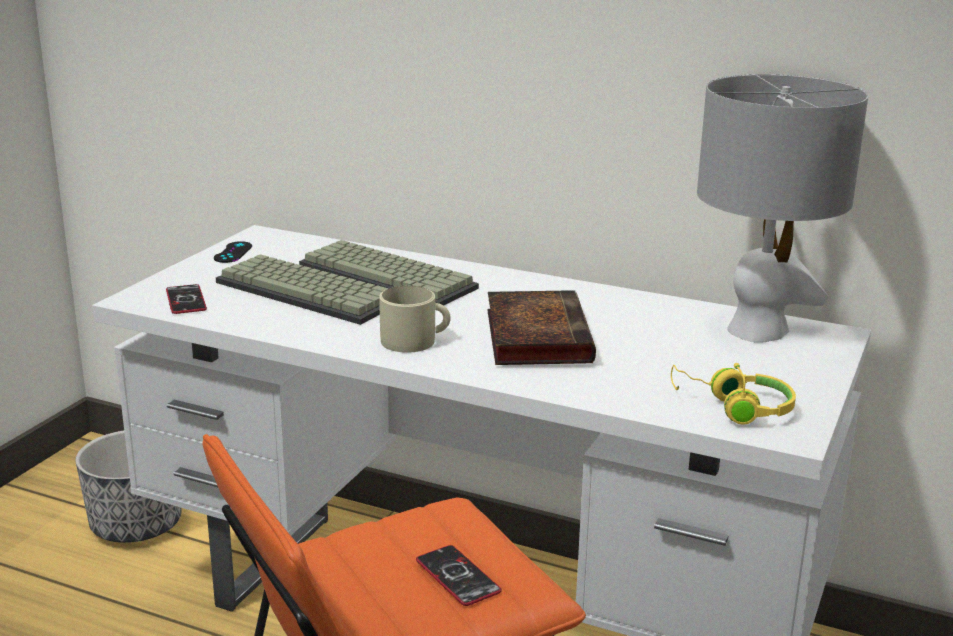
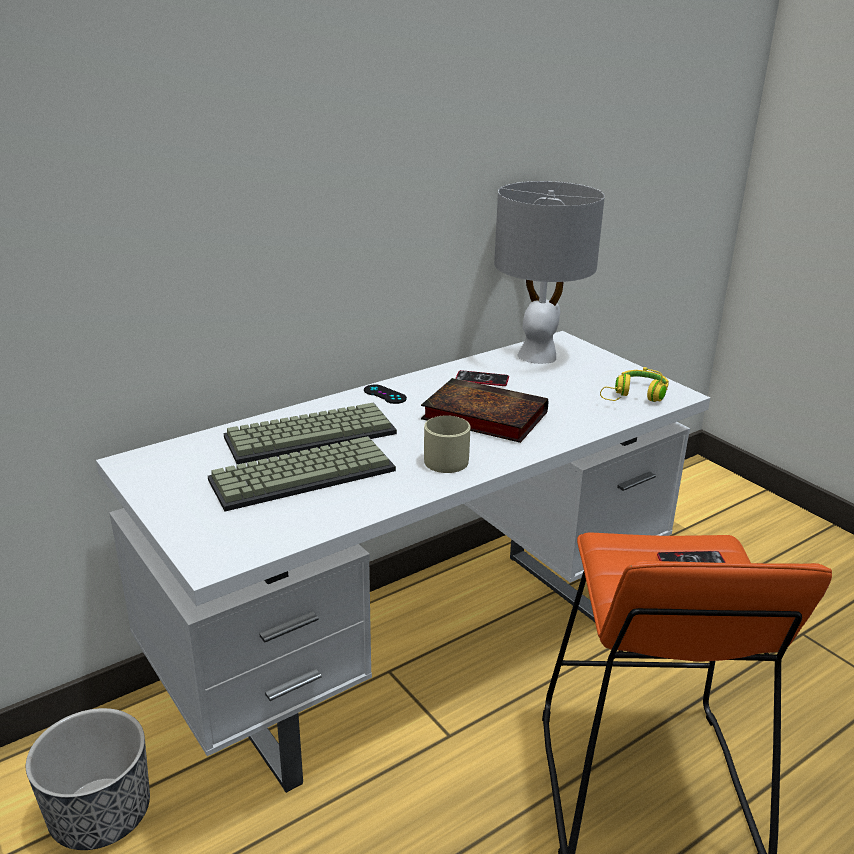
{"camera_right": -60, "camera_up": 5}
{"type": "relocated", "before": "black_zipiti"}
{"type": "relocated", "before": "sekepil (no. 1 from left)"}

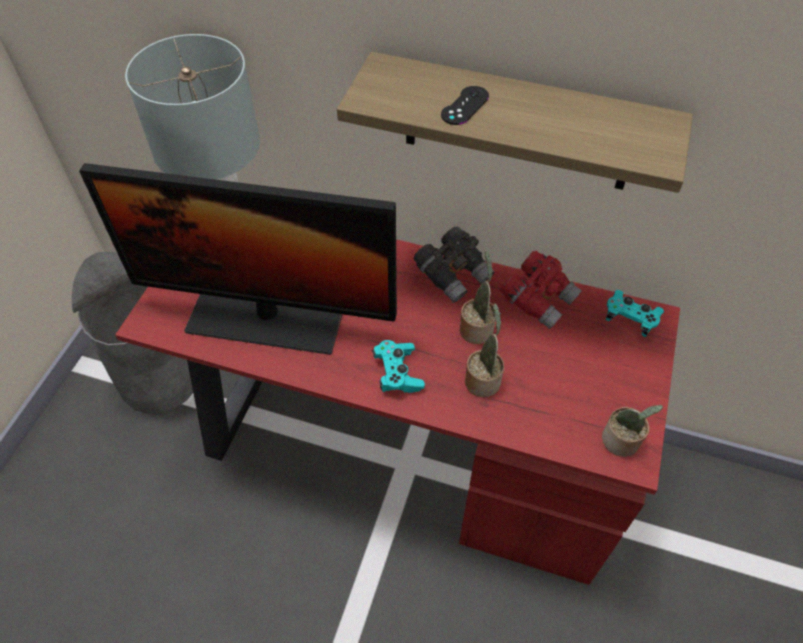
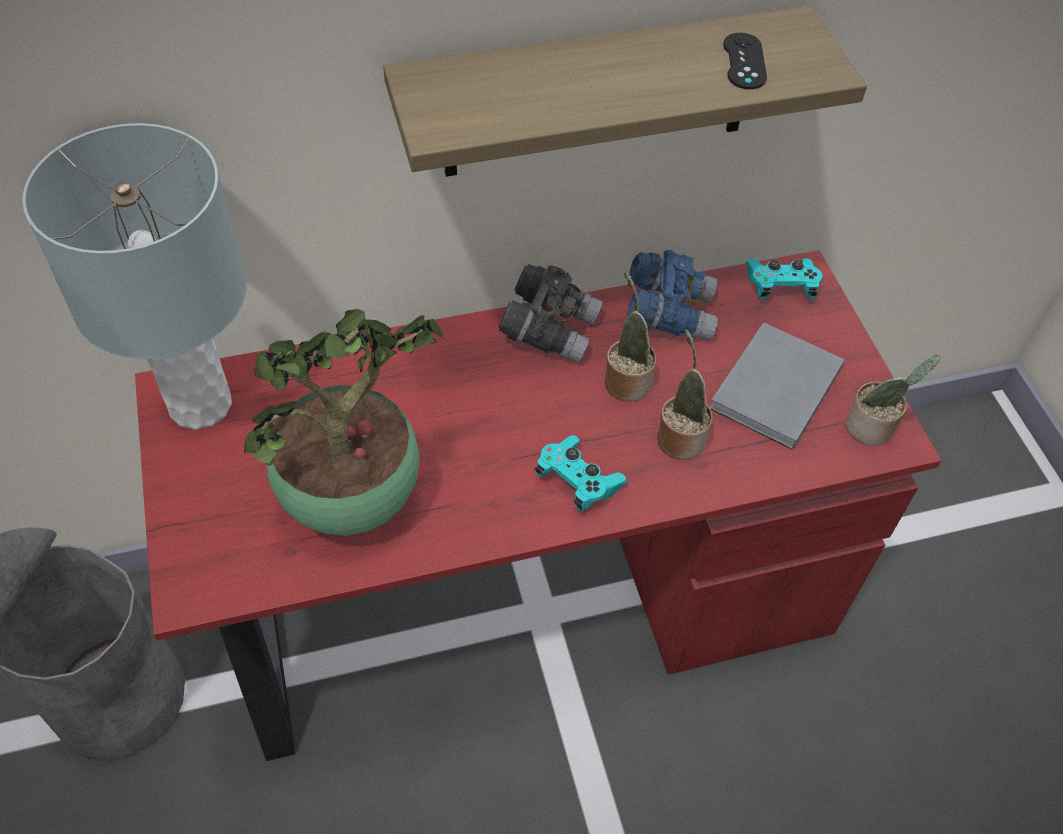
{"camera_right": -35, "camera_up": 0}
{"type": "exchanged", "before": "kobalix", "after": "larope (no. 1 from left)"}
{"type": "colour", "before": "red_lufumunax", "after": "blue_lufumunax"}
{"type": "appeared", "after": "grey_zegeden"}
{"type": "relocated", "before": "black_zipiti"}

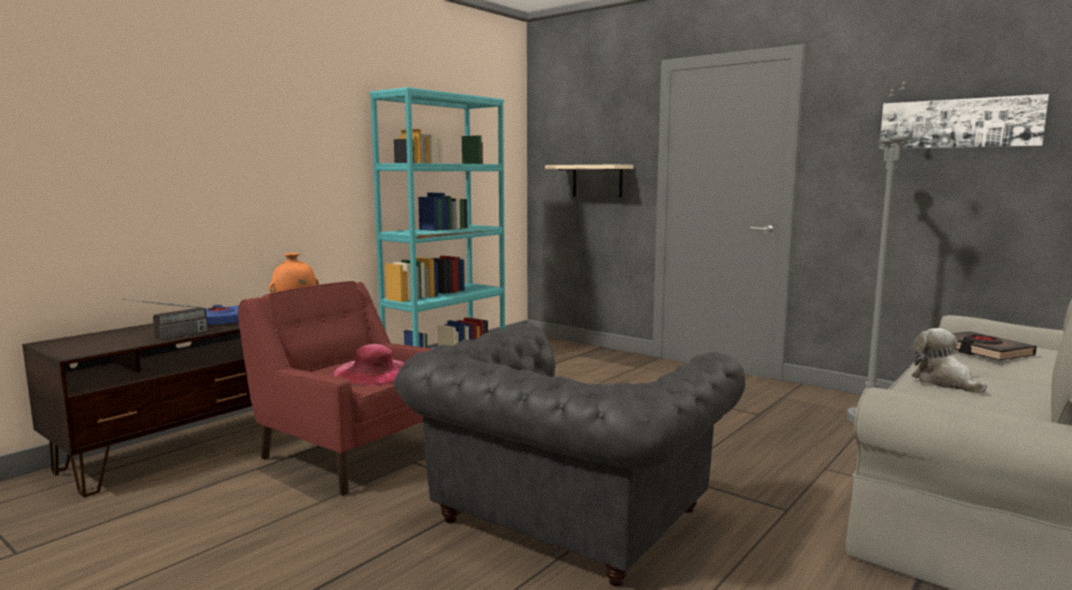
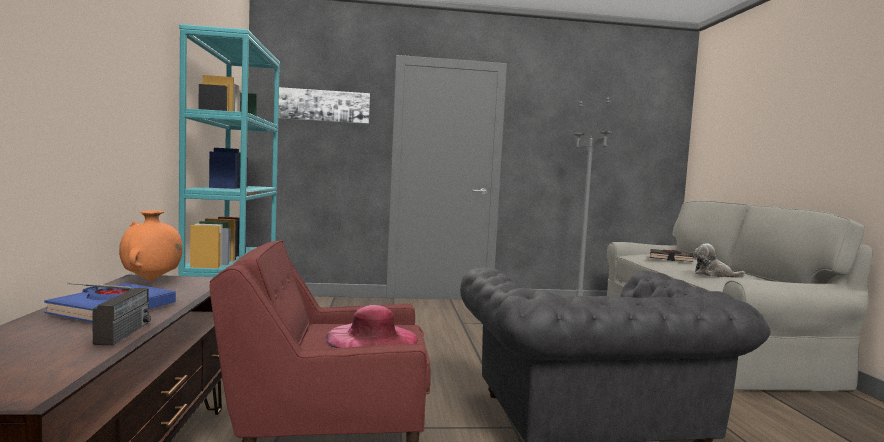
{"camera_right": -45, "camera_up": -5}
{"type": "relocated", "before": "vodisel"}
{"type": "missing", "before": "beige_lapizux"}

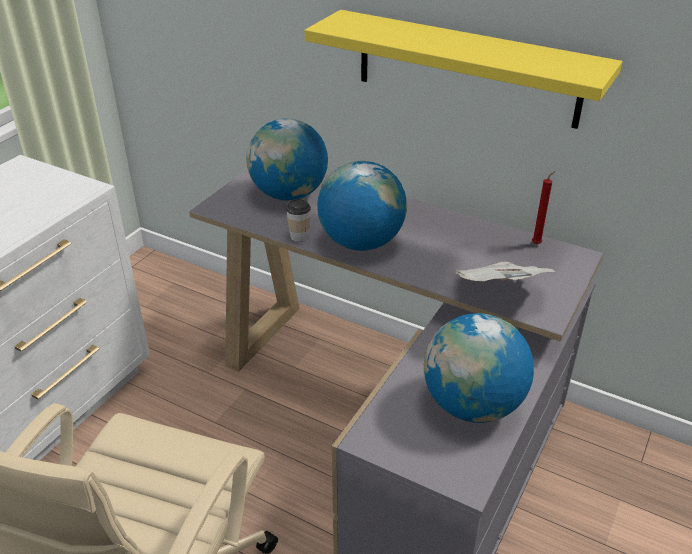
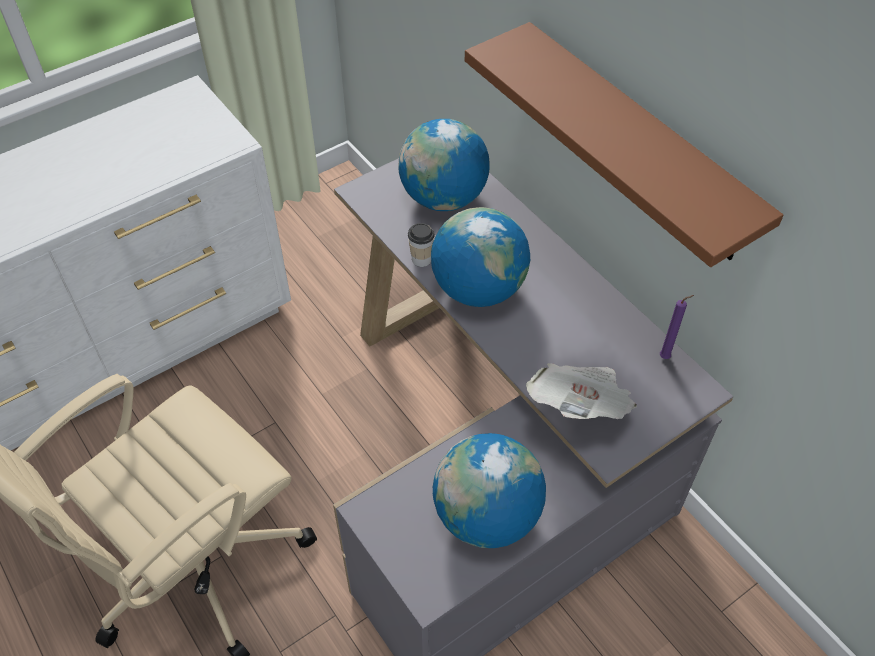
{"camera_right": 25, "camera_up": 15}
{"type": "colour", "before": "yellow_lapizux", "after": "brown_lapizux"}
{"type": "colour", "before": "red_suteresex", "after": "purple_suteresex"}

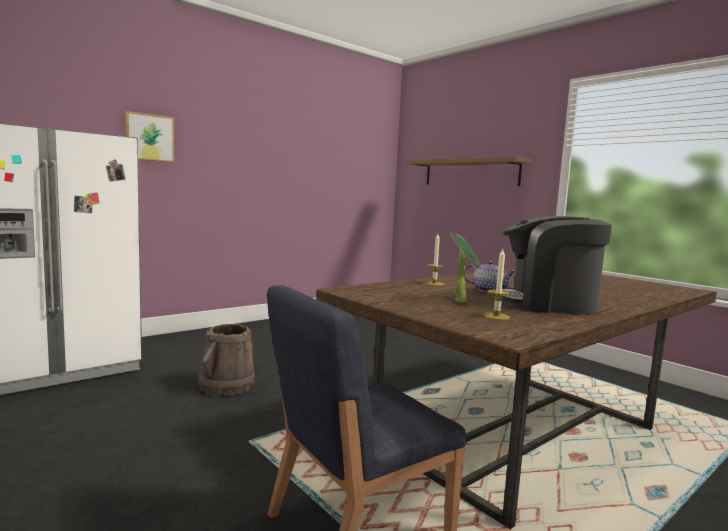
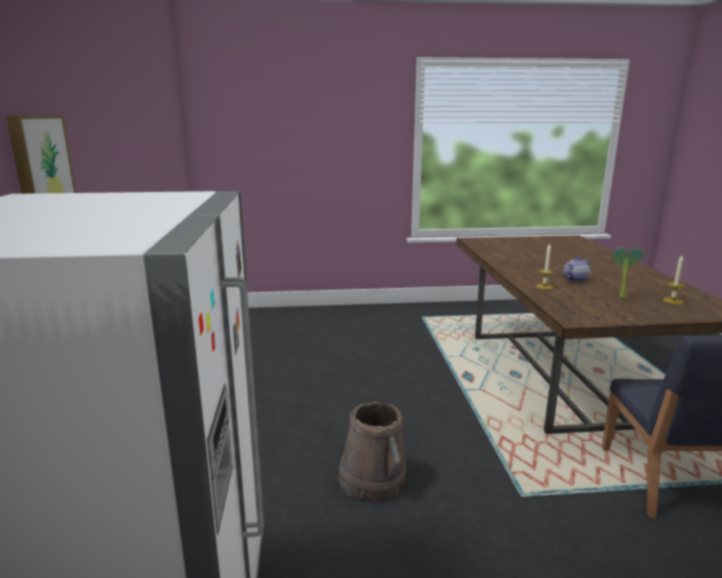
{"camera_right": -55, "camera_up": 10}
{"type": "missing", "before": "brown_lapizux"}
{"type": "missing", "before": "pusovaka"}

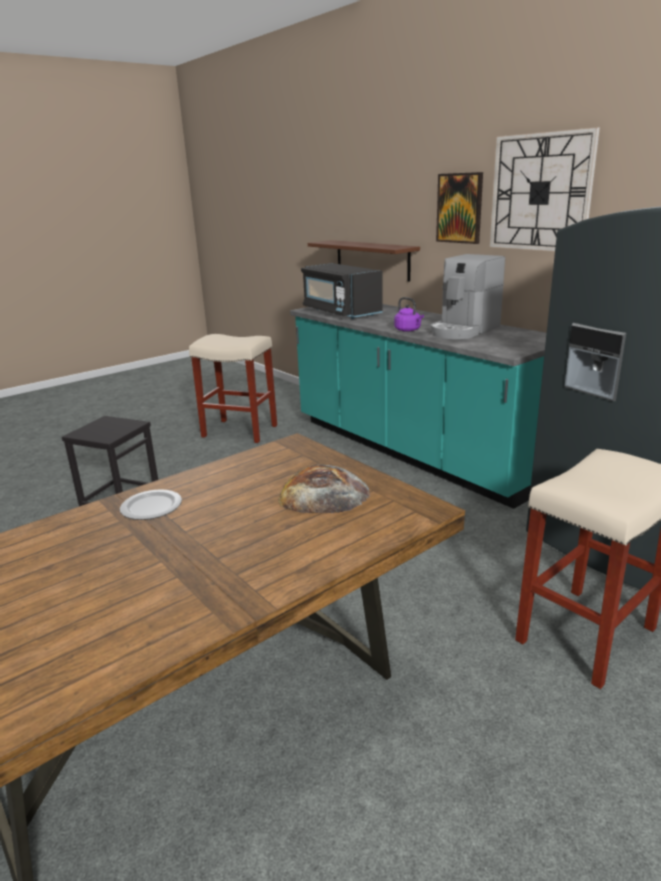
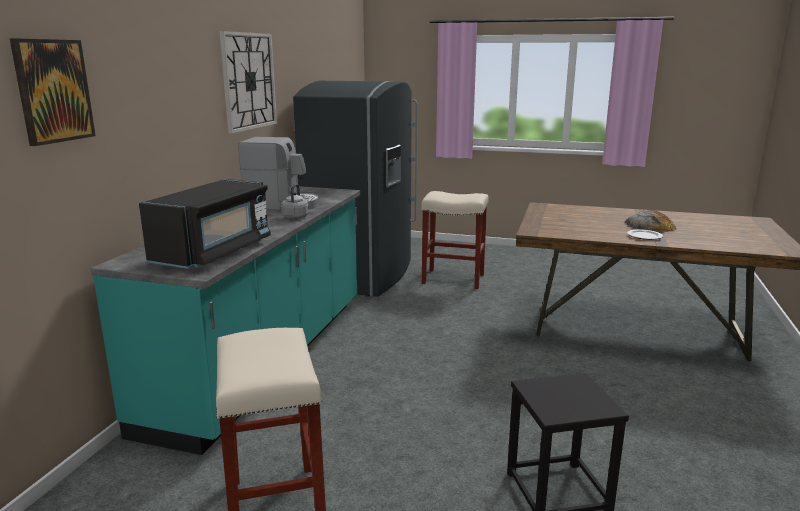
{"camera_right": -125, "camera_up": -5}
{"type": "relocated", "before": "vodisel"}
{"type": "colour", "before": "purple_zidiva", "after": "grey_zidiva"}
{"type": "relocated", "before": "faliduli"}
{"type": "missing", "before": "brown_lapizux"}

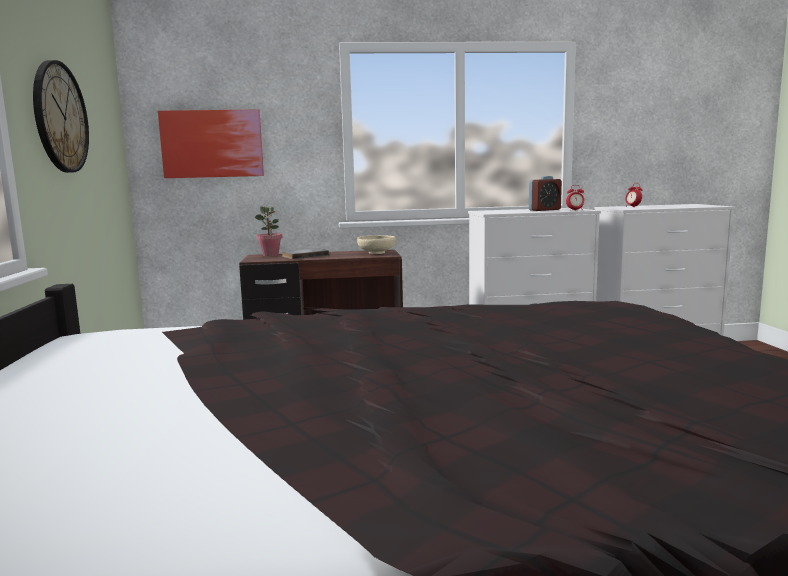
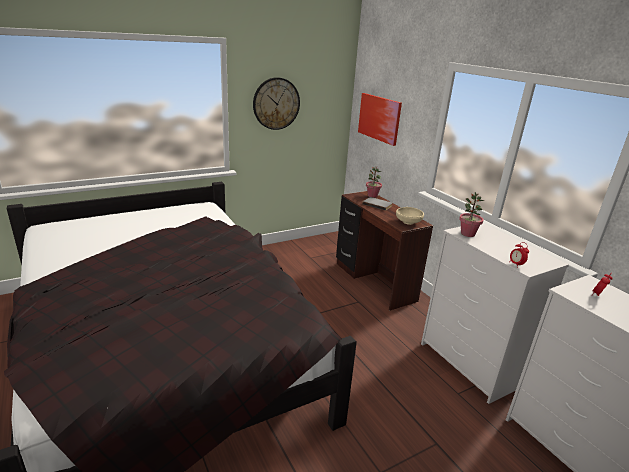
{"camera_right": 65, "camera_up": 15}
{"type": "appeared", "after": "larope (no. 2 from left)"}
{"type": "missing", "before": "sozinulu (no. 1 from left)"}

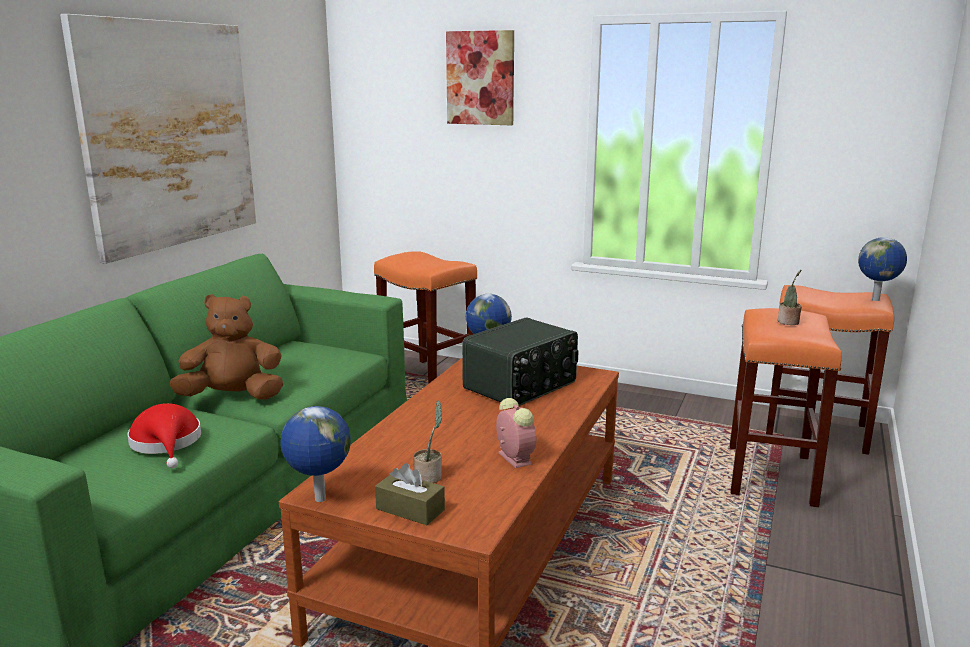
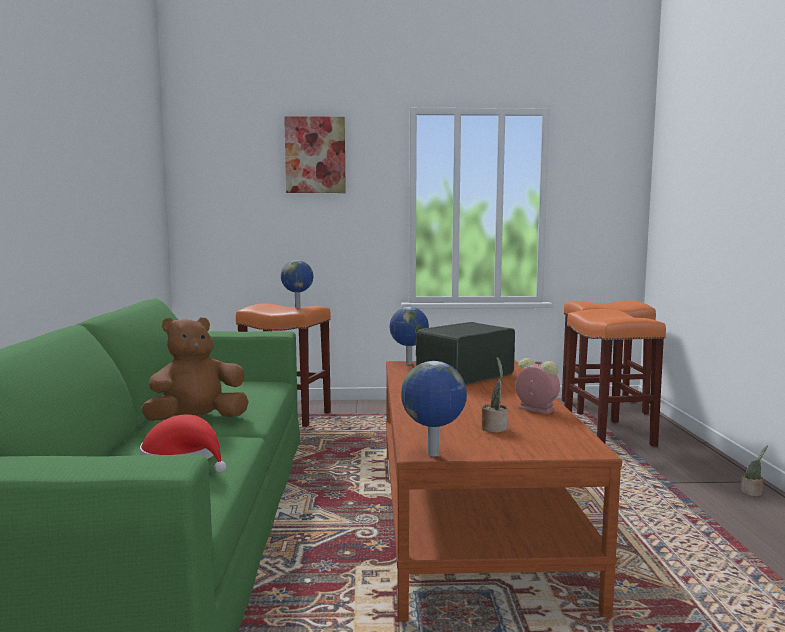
{"camera_right": -25, "camera_up": -10}
{"type": "relocated", "before": "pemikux (no. 3 from left in the first image)", "after": "pemikux (no. 1 from left)"}
{"type": "spun", "before": "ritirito", "turn": -150}
{"type": "relocated", "before": "larope (no. 2 from left)"}
{"type": "missing", "before": "vodisel (no. 1 from left)"}
{"type": "missing", "before": "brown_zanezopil"}

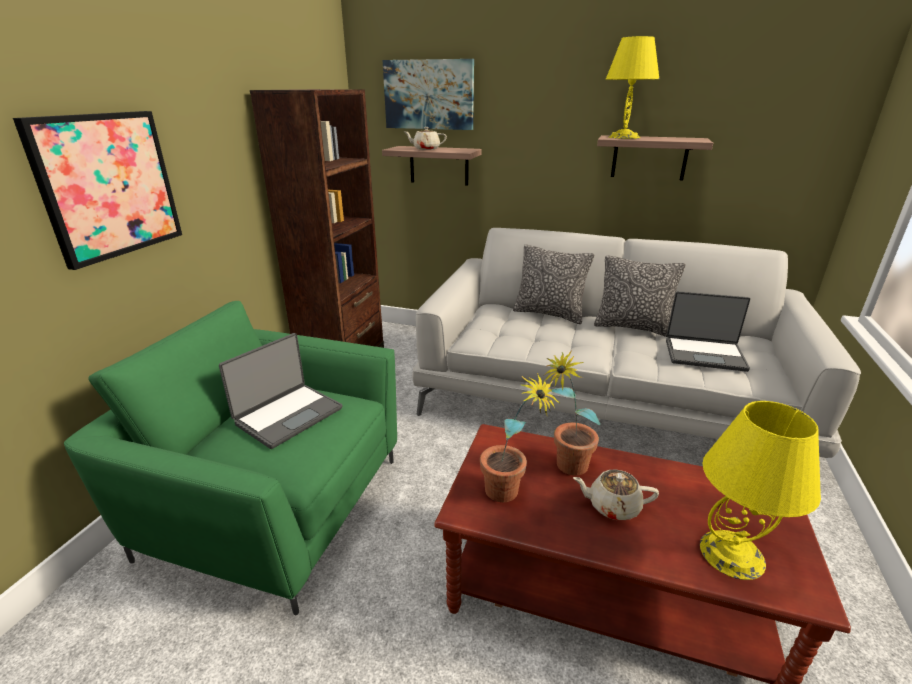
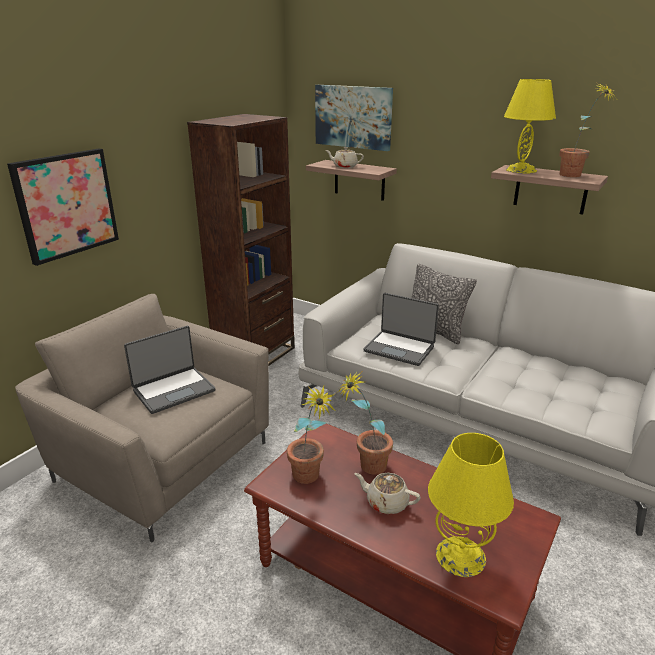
{"camera_right": 15, "camera_up": 0}
{"type": "colour", "before": "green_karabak", "after": "beige_karabak"}
{"type": "relocated", "before": "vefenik (no. 2 from left)"}
{"type": "appeared", "after": "larope (no. 3 from left)"}
{"type": "missing", "before": "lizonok (no. 2 from left)"}

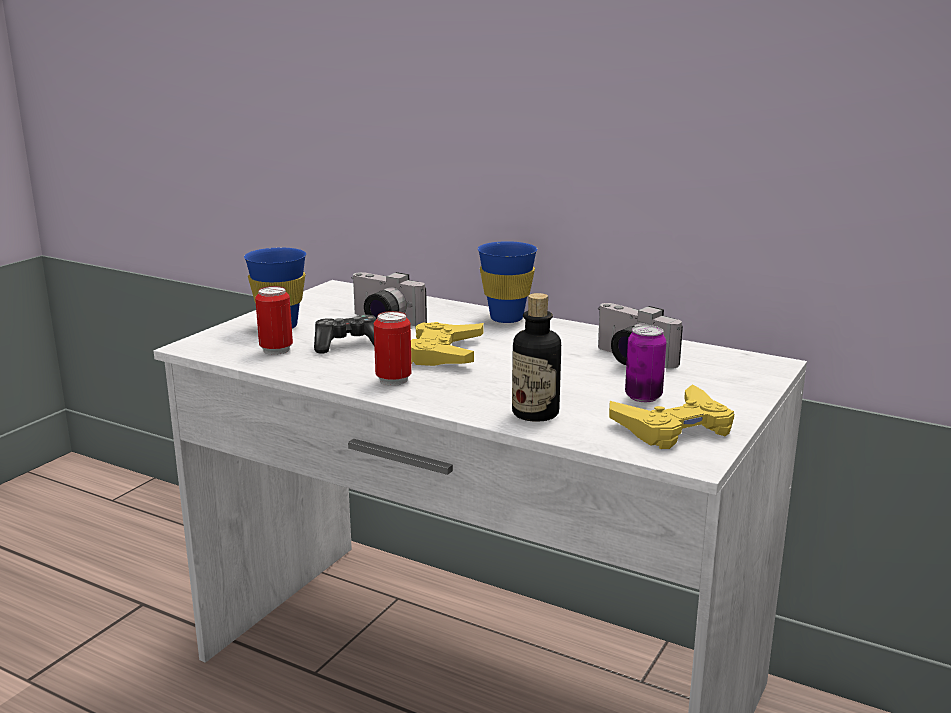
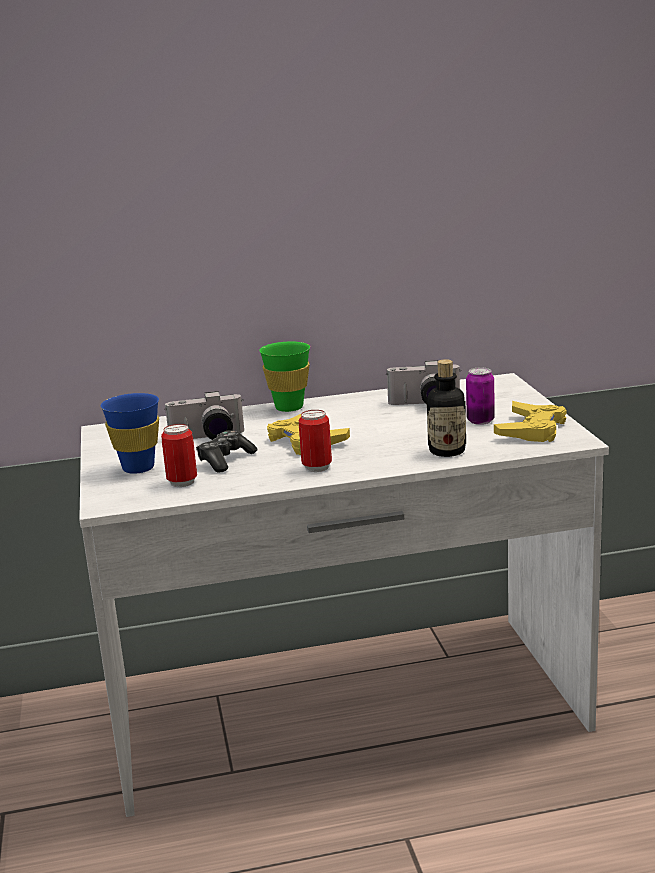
{"camera_right": -40, "camera_up": 0}
{"type": "colour", "before": "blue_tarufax (no. 2 from left)", "after": "green_tarufax"}

